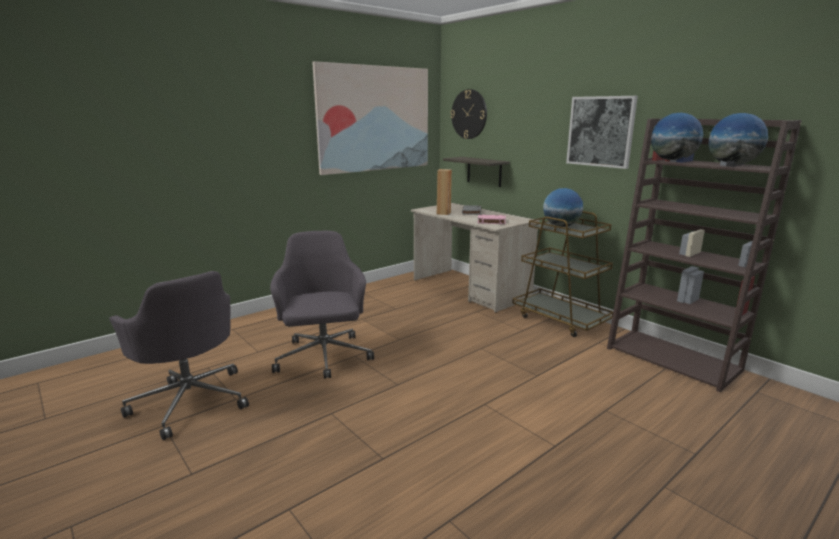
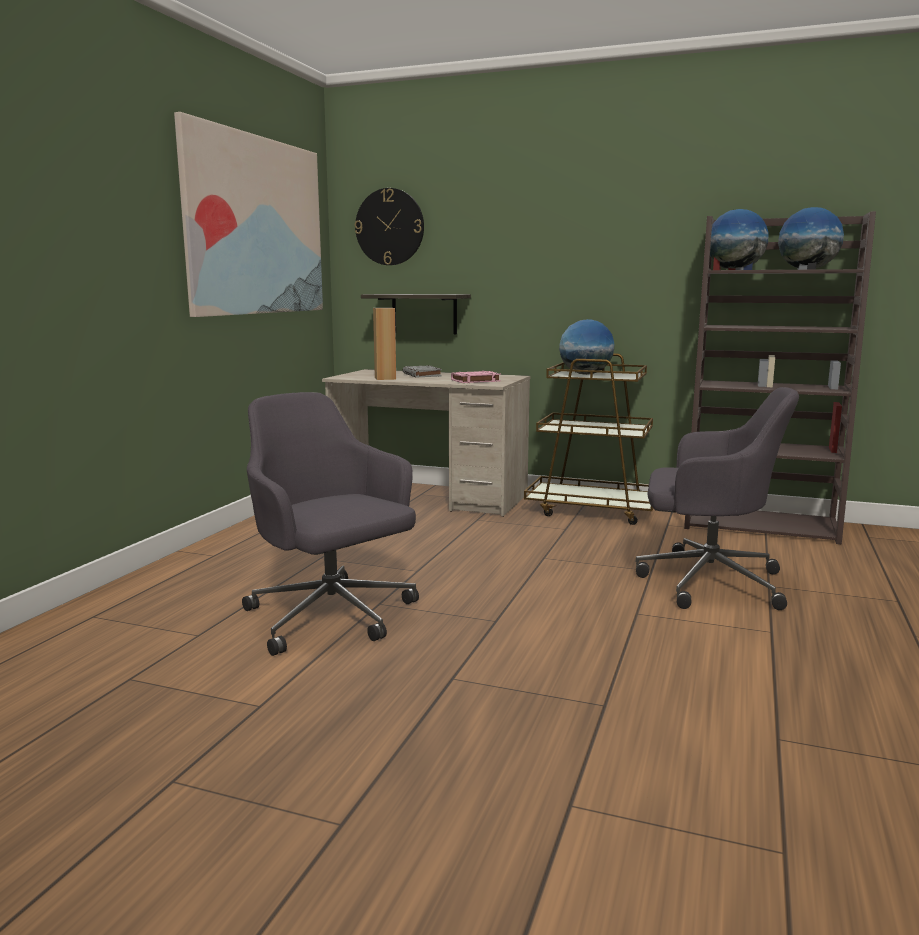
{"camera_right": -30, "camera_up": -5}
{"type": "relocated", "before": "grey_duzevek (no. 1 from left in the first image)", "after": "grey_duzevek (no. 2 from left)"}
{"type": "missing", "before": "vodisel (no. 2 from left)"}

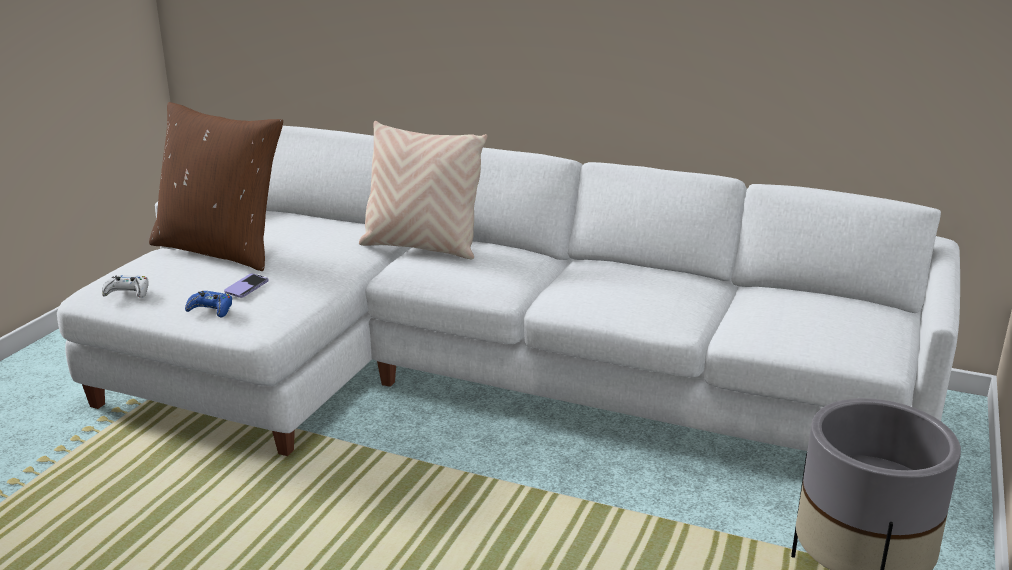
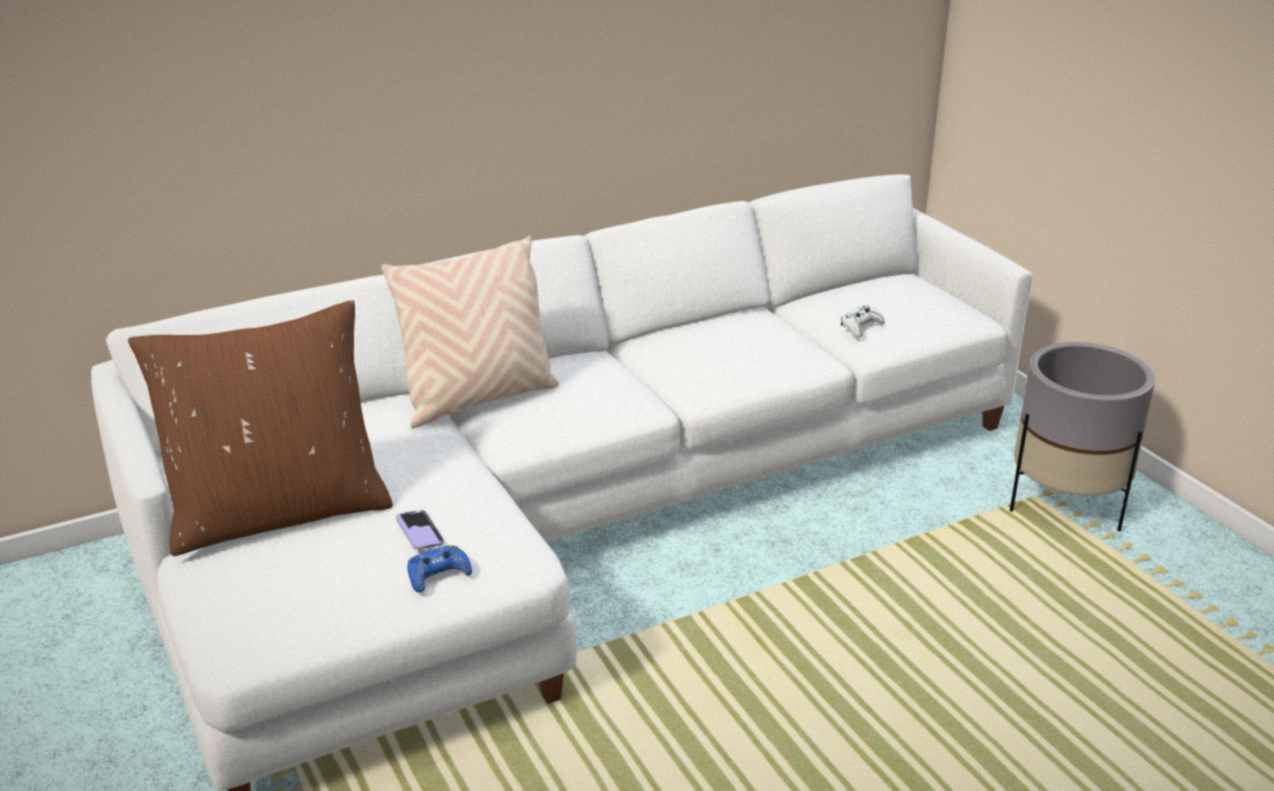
{"camera_right": -50, "camera_up": 5}
{"type": "relocated", "before": "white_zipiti"}

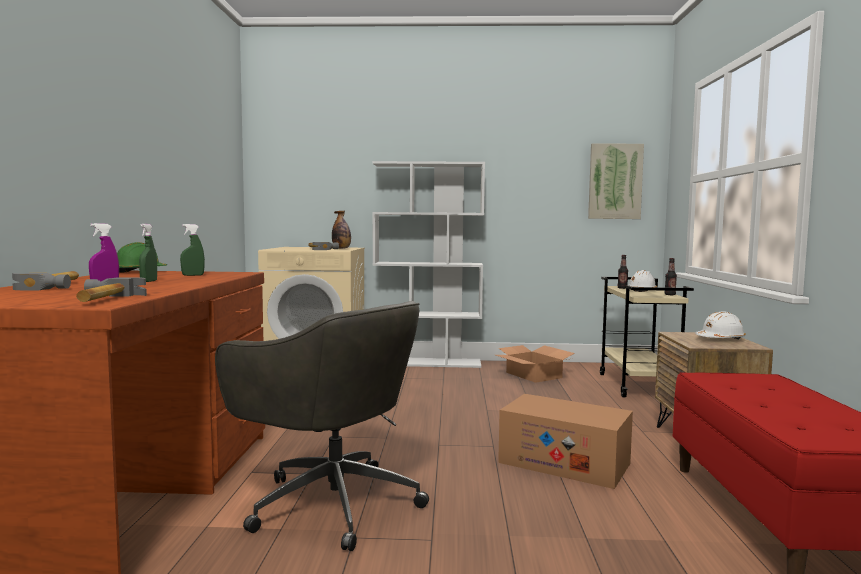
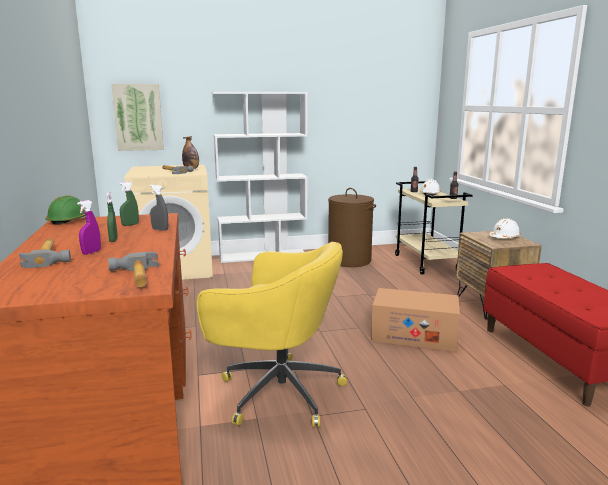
{"camera_right": -15, "camera_up": 10}
{"type": "relocated", "before": "vodisel"}
{"type": "appeared", "after": "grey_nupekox"}
{"type": "colour", "before": "grey_duzevek", "after": "yellow_duzevek"}
{"type": "exchanged", "before": "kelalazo (no. 1 from left)", "after": "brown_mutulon"}

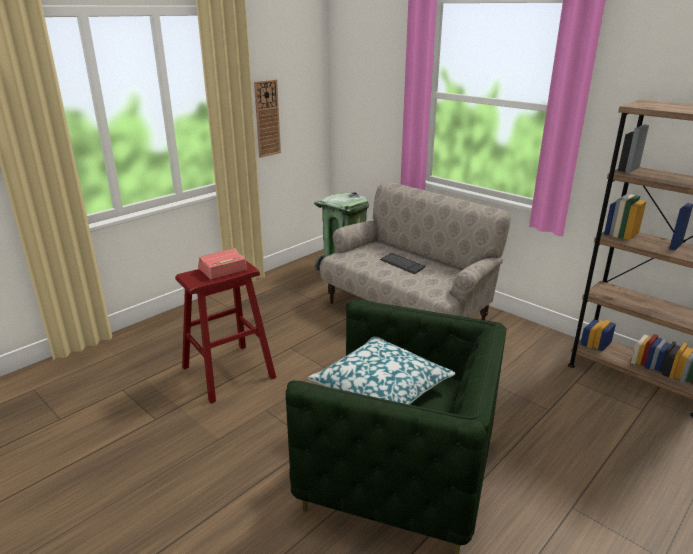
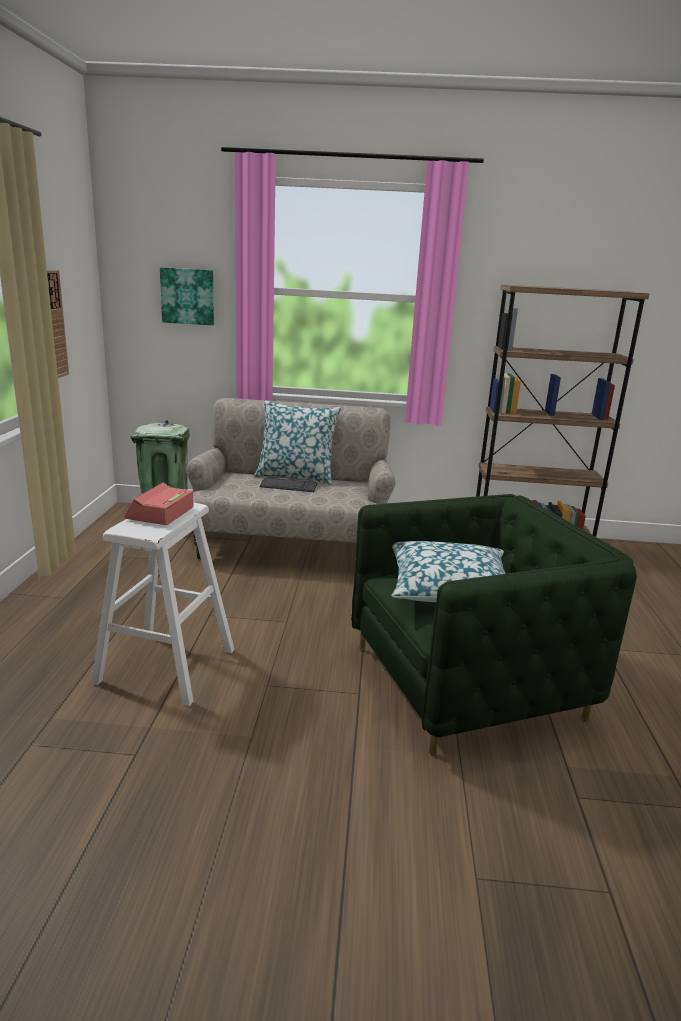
{"camera_right": -40, "camera_up": -5}
{"type": "colour", "before": "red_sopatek", "after": "white_sopatek"}
{"type": "appeared", "after": "vodisel"}
{"type": "appeared", "after": "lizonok (no. 1 from left)"}

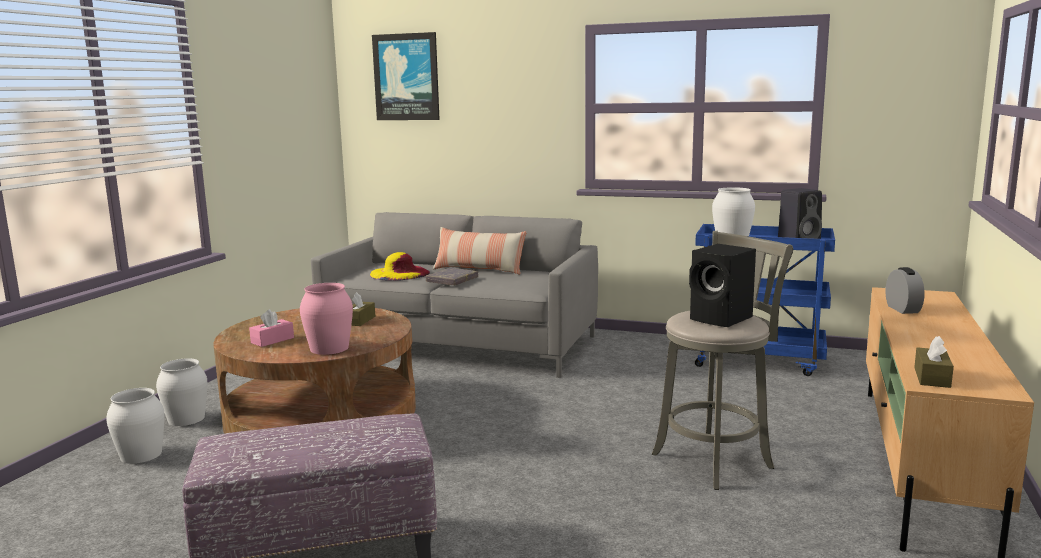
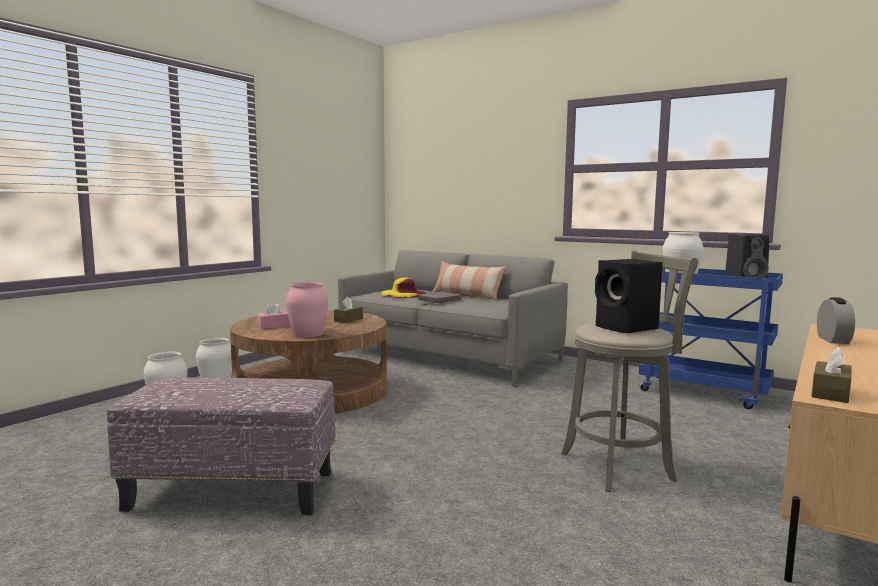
{"camera_right": 15, "camera_up": -5}
{"type": "missing", "before": "vodisel"}

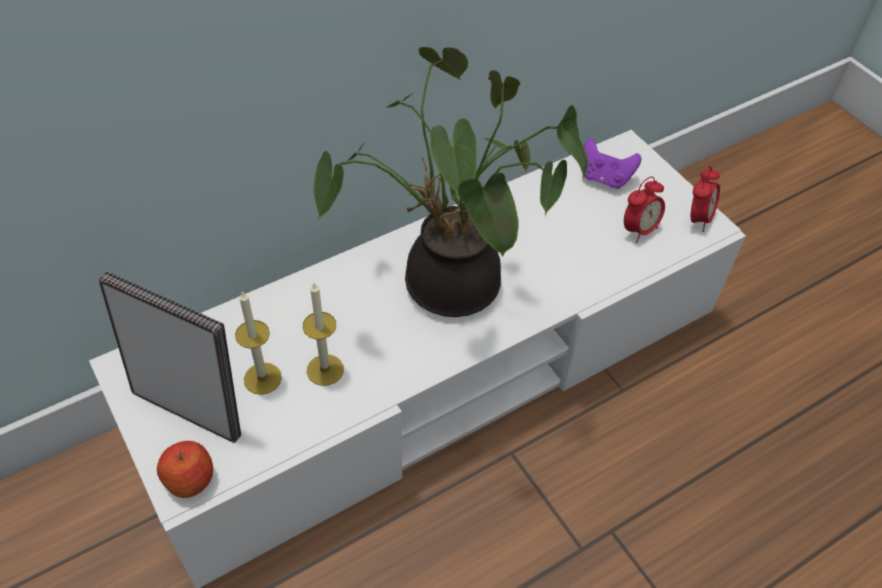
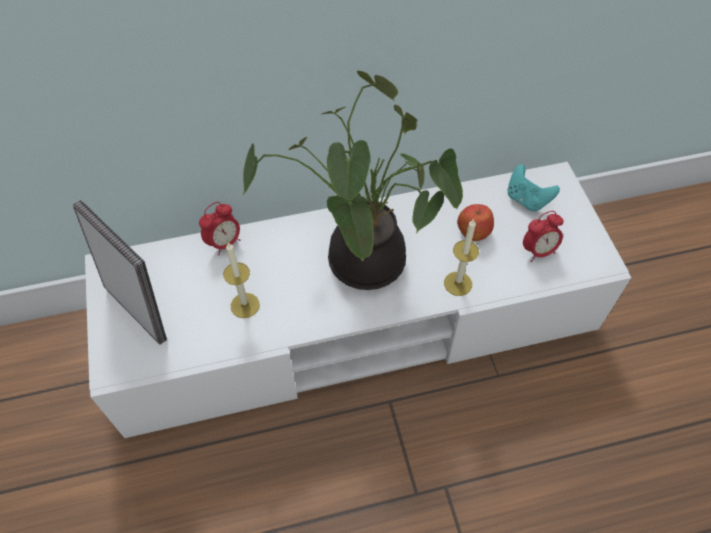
{"camera_right": 20, "camera_up": 5}
{"type": "relocated", "before": "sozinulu (no. 2 from left in the first image)", "after": "sozinulu (no. 1 from left)"}
{"type": "relocated", "before": "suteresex (no. 1 from left in the first image)", "after": "suteresex (no. 2 from left)"}
{"type": "relocated", "before": "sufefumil"}
{"type": "colour", "before": "purple_zipiti", "after": "turquoise_zipiti"}

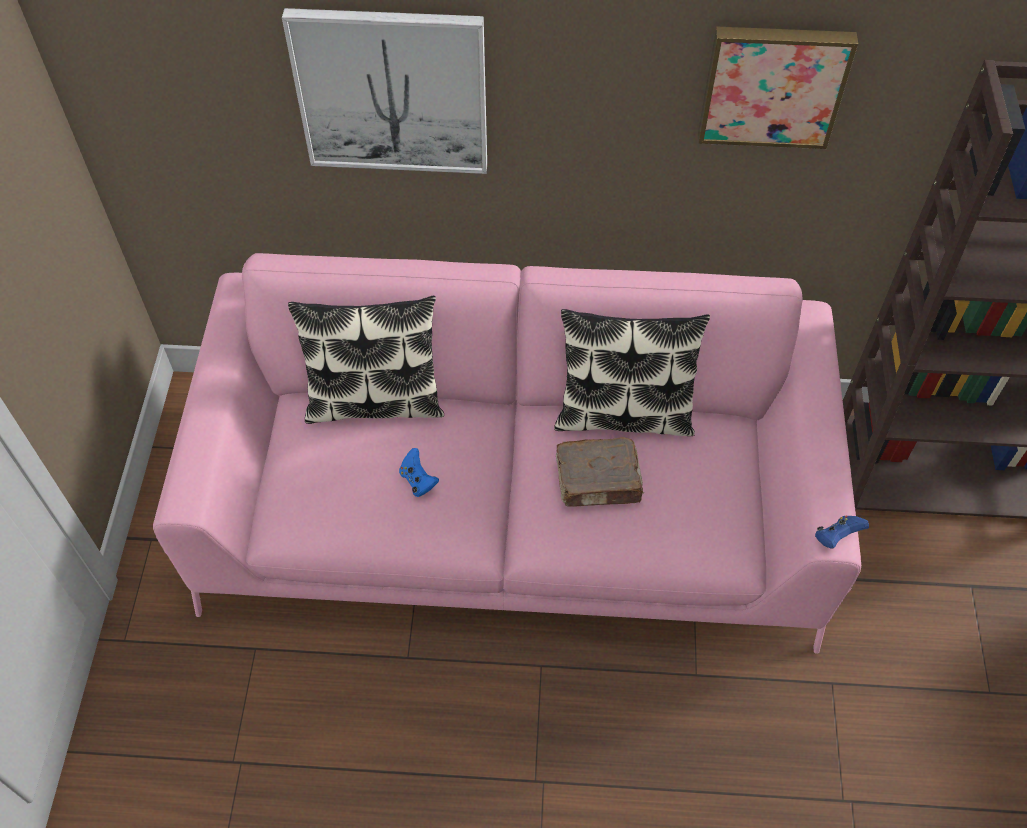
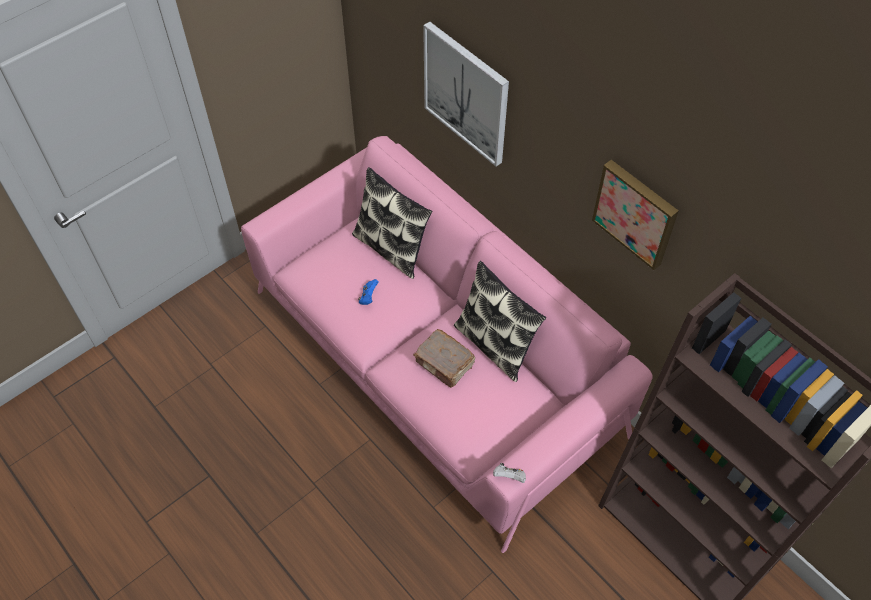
{"camera_right": 45, "camera_up": 0}
{"type": "colour", "before": "blue_zipiti (no. 2 from left)", "after": "white_zipiti"}

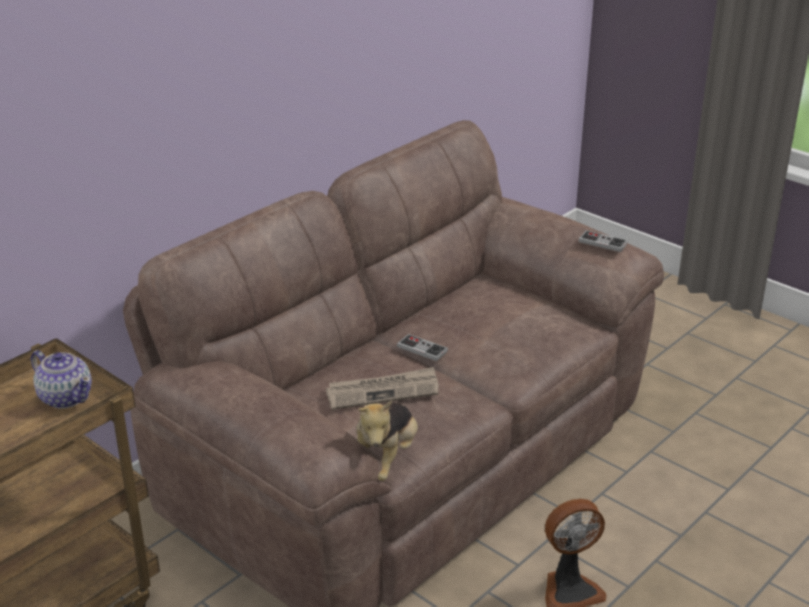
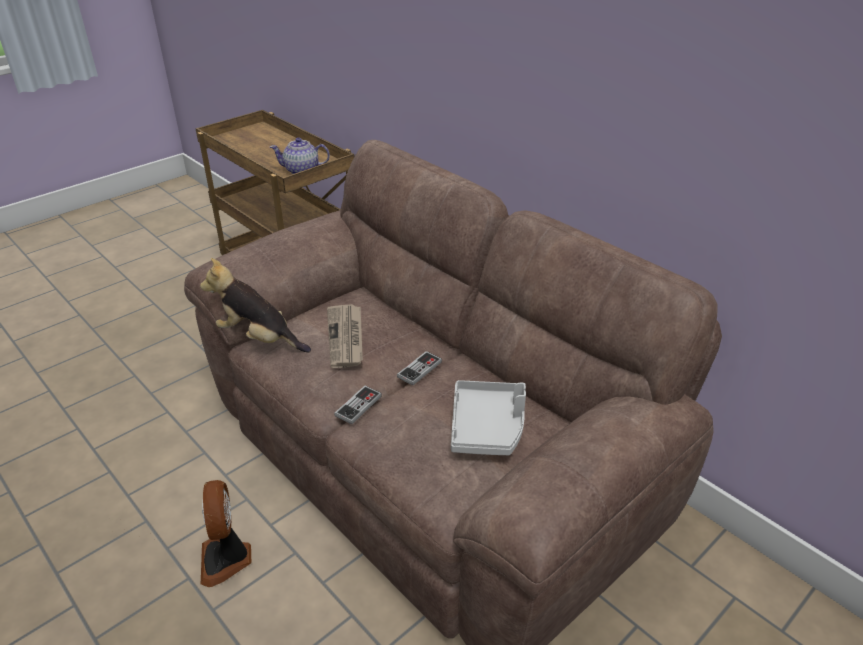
{"camera_right": 95, "camera_up": 5}
{"type": "spun", "before": "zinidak", "turn": 45}
{"type": "relocated", "before": "zipiti (no. 2 from left in the first image)", "after": "zipiti (no. 1 from left)"}
{"type": "appeared", "after": "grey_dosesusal"}

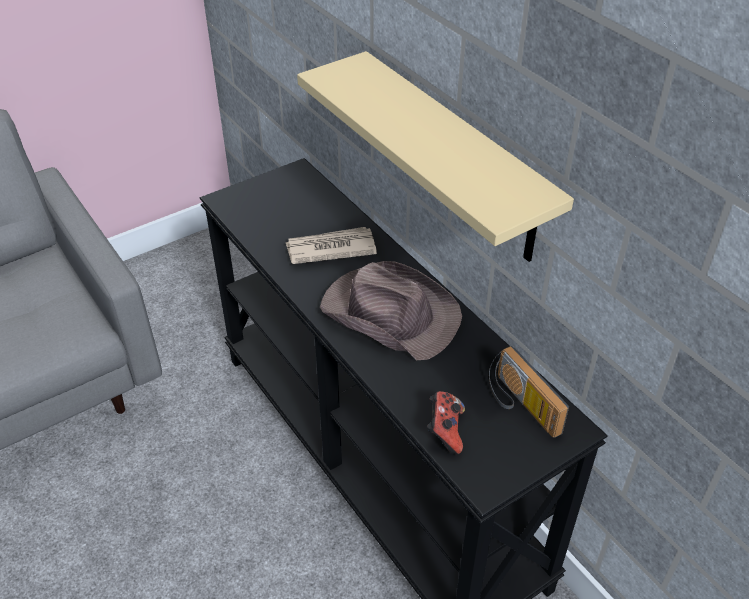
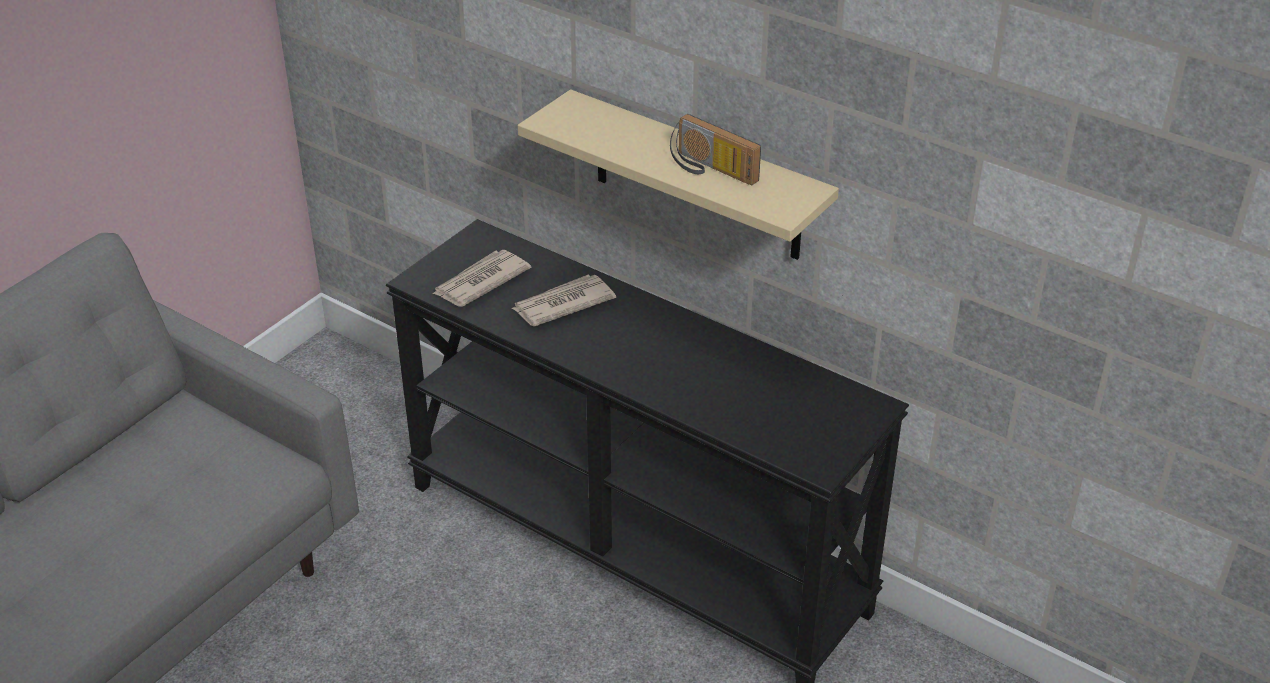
{"camera_right": -20, "camera_up": -5}
{"type": "appeared", "after": "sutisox (no. 1 from left)"}
{"type": "relocated", "before": "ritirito"}
{"type": "missing", "before": "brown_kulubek"}
{"type": "missing", "before": "zipiti"}

